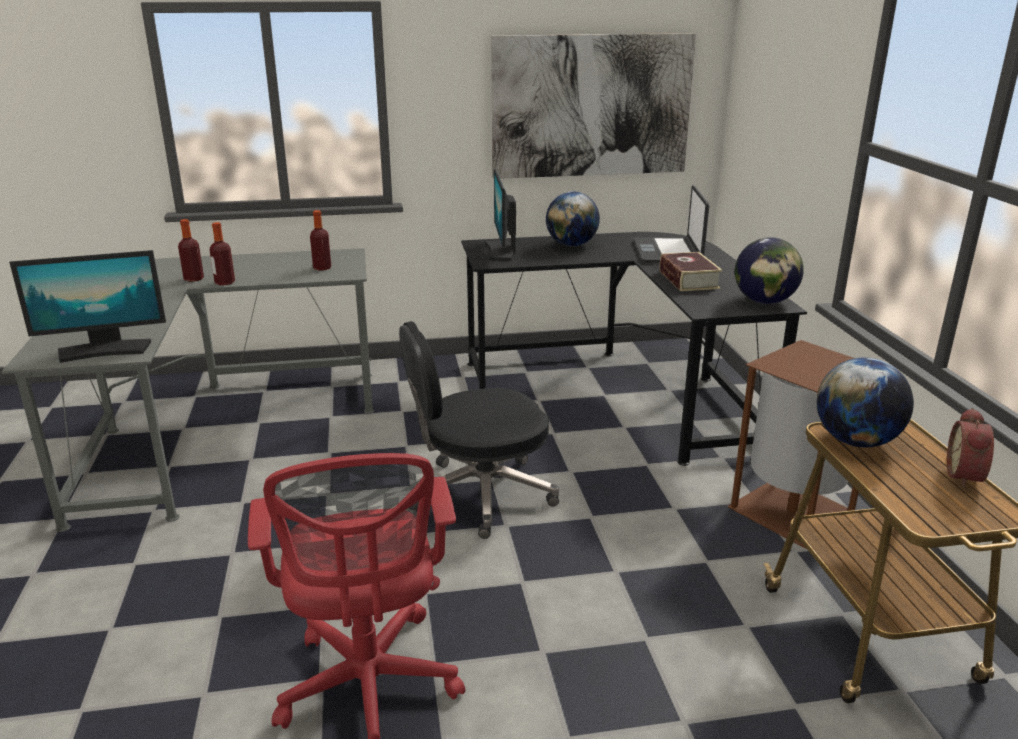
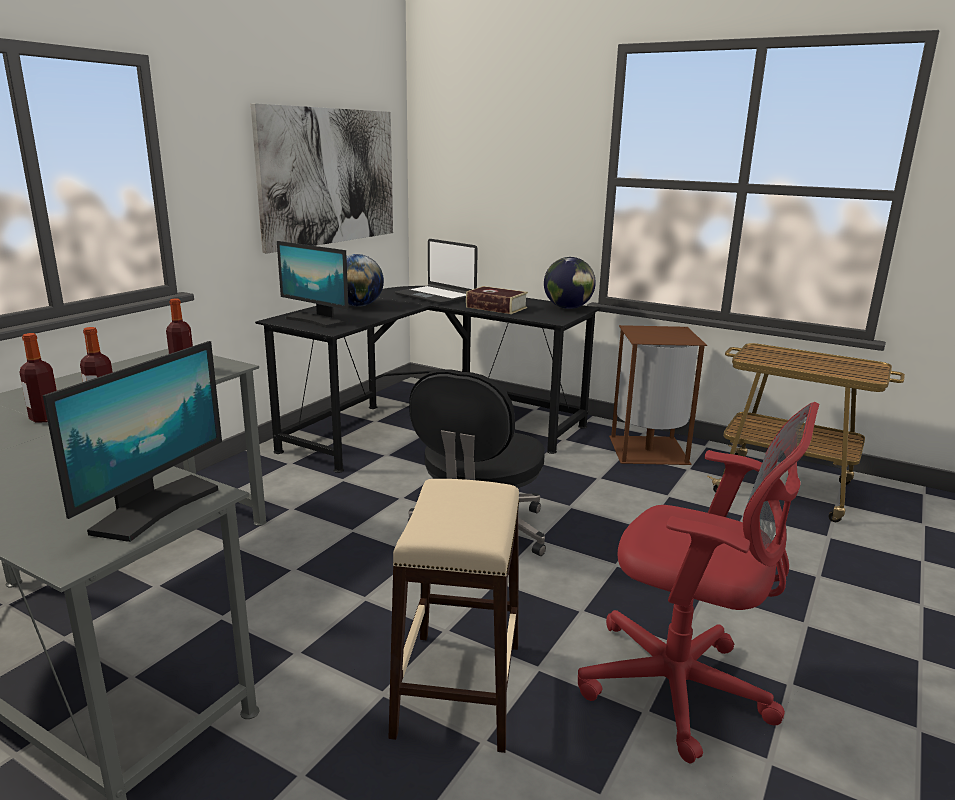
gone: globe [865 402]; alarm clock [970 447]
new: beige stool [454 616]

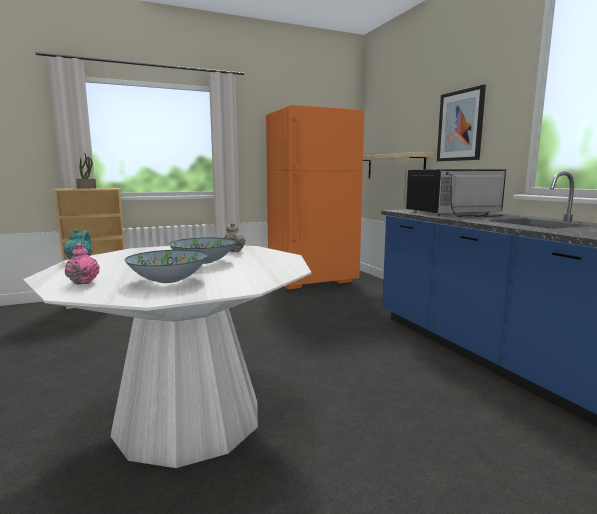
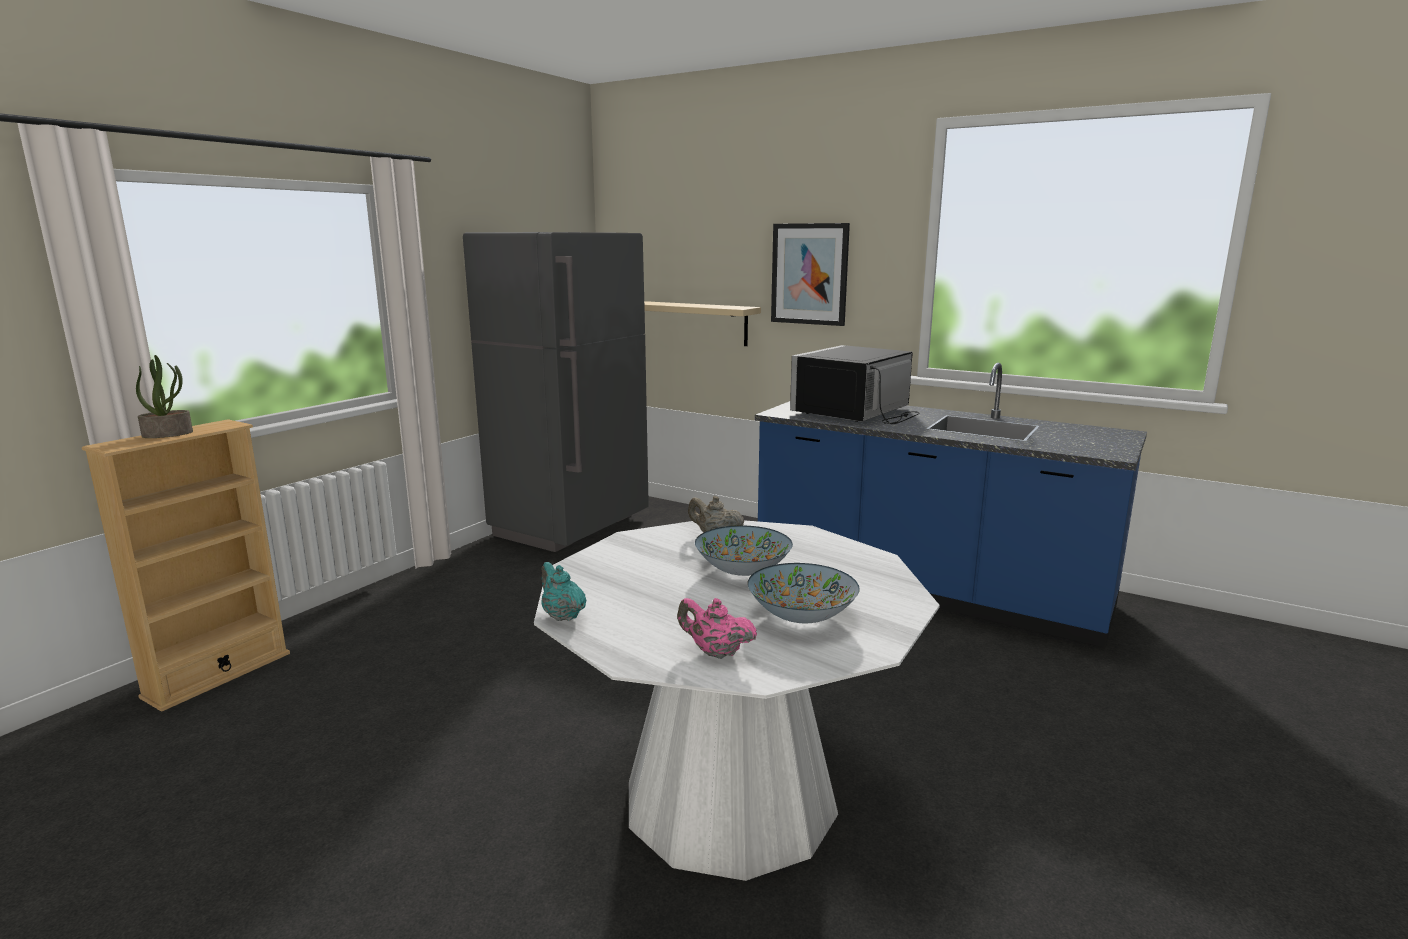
repainted: orange fridge [315 197] to grey fridge [556 392]

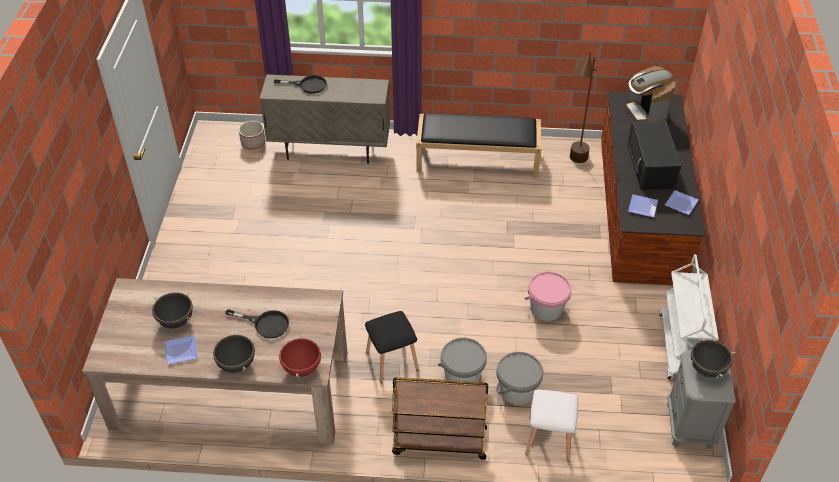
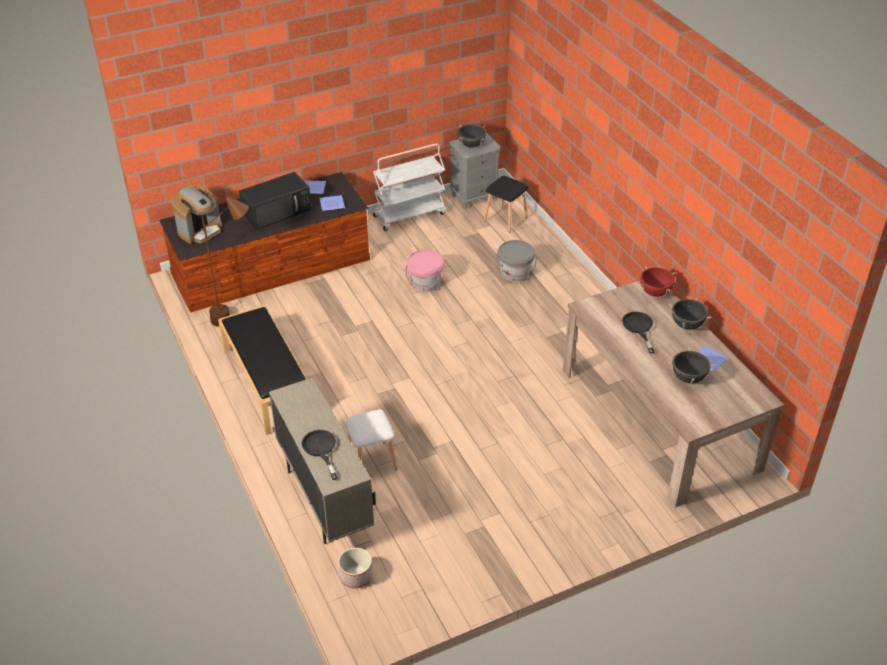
gone: brown cart [440 418]; grey bucket [462 361]
shifted: black stool [392 347] to [506 204]; white stool [551 425] to [371 439]

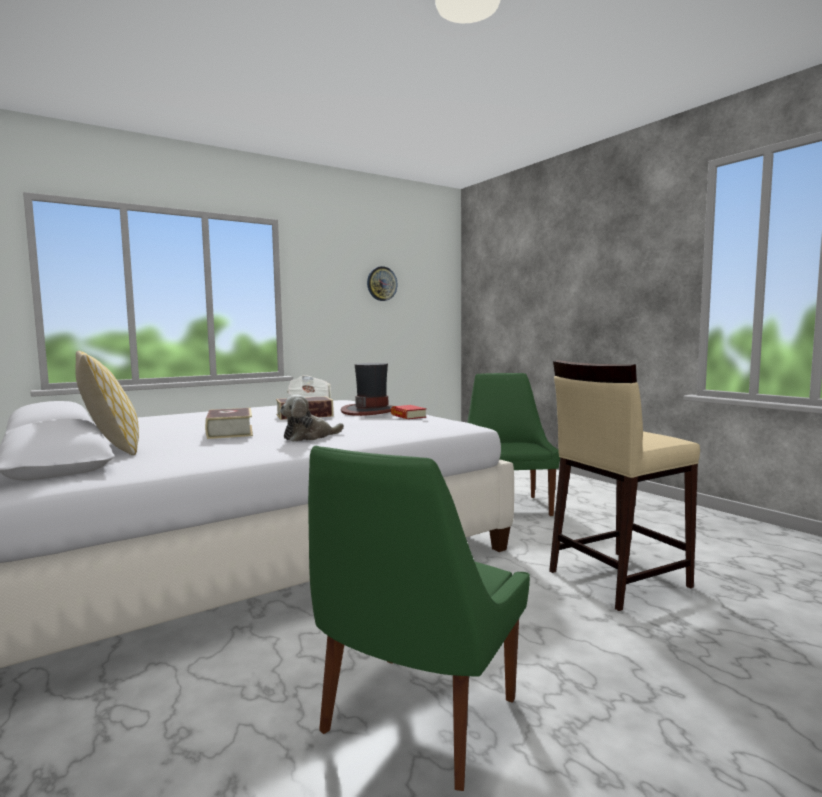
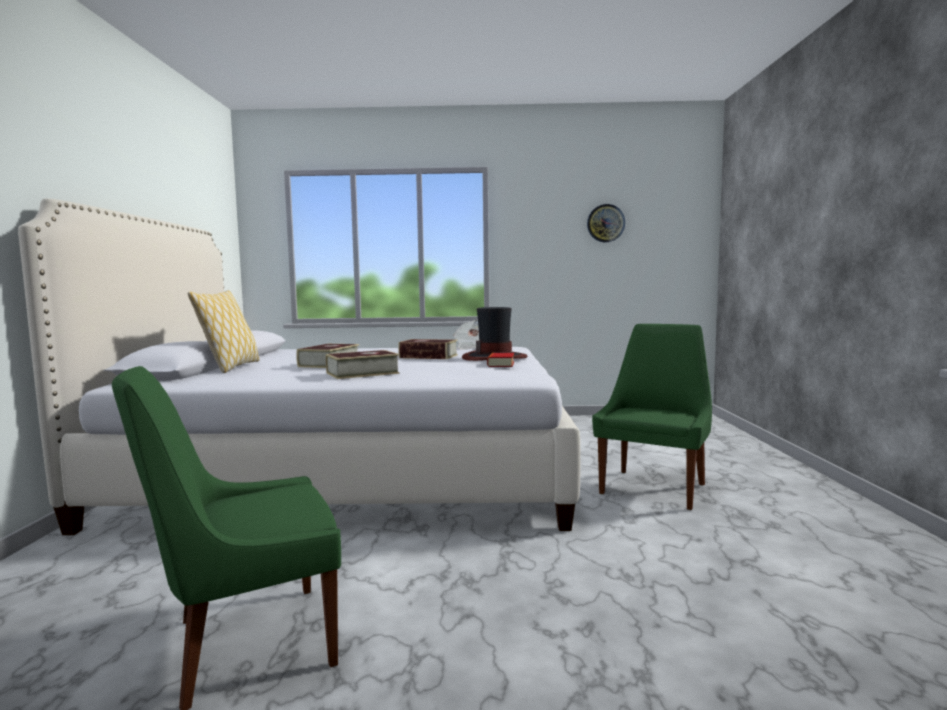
gone: beige stool [624 485]
swapped: plush toy [312 418] to book [363 364]

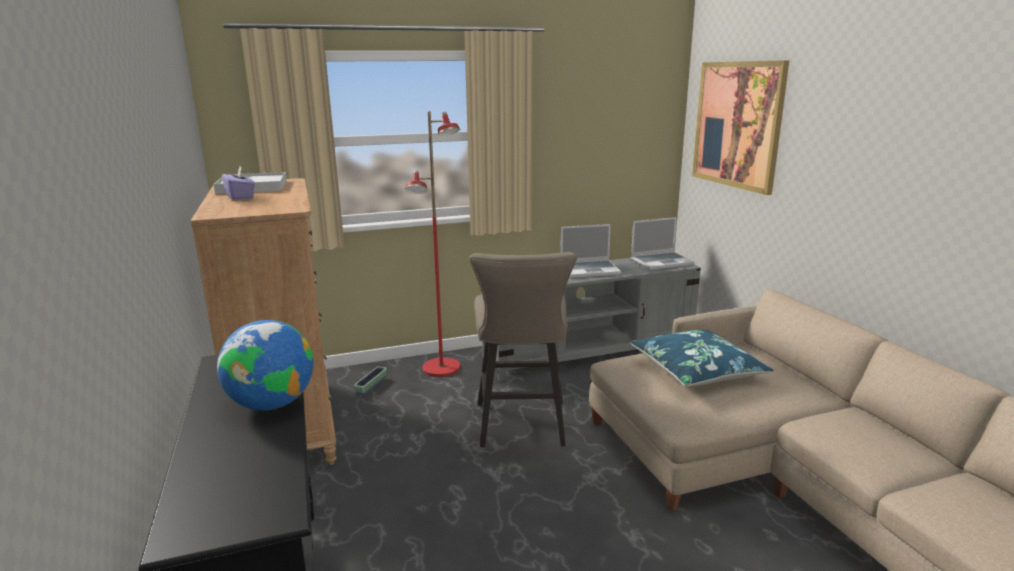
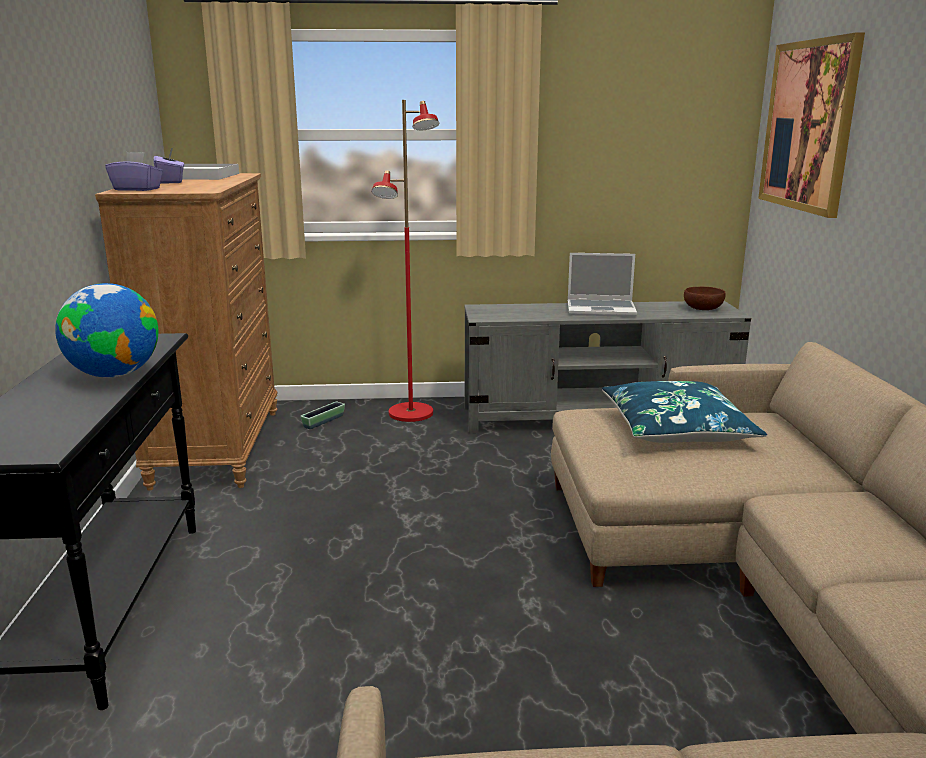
gone: beige stool [523 349]
new: purple tissue box [134 171]
swapped: laptop [663 243] to brown bowl [705 298]

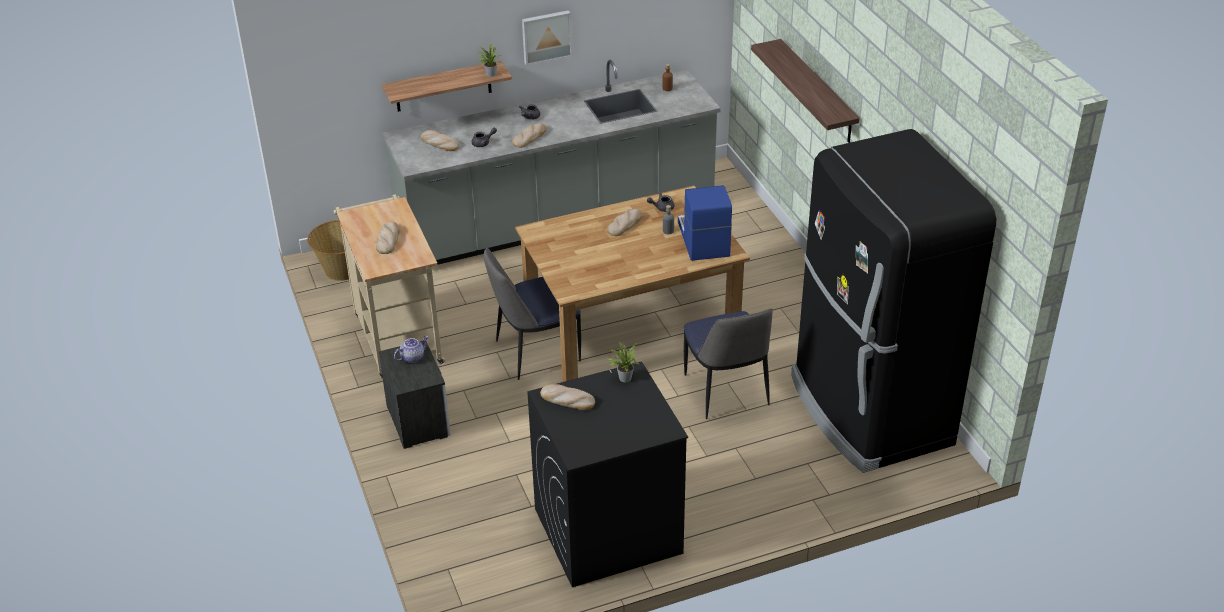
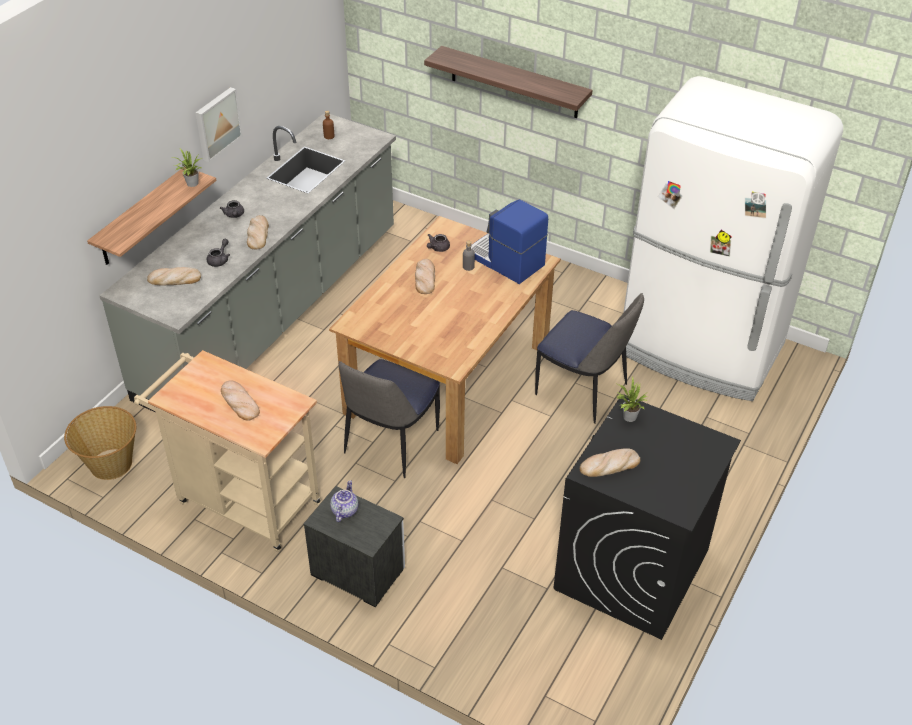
repainted: black fridge [893 301] to white fridge [733 238]

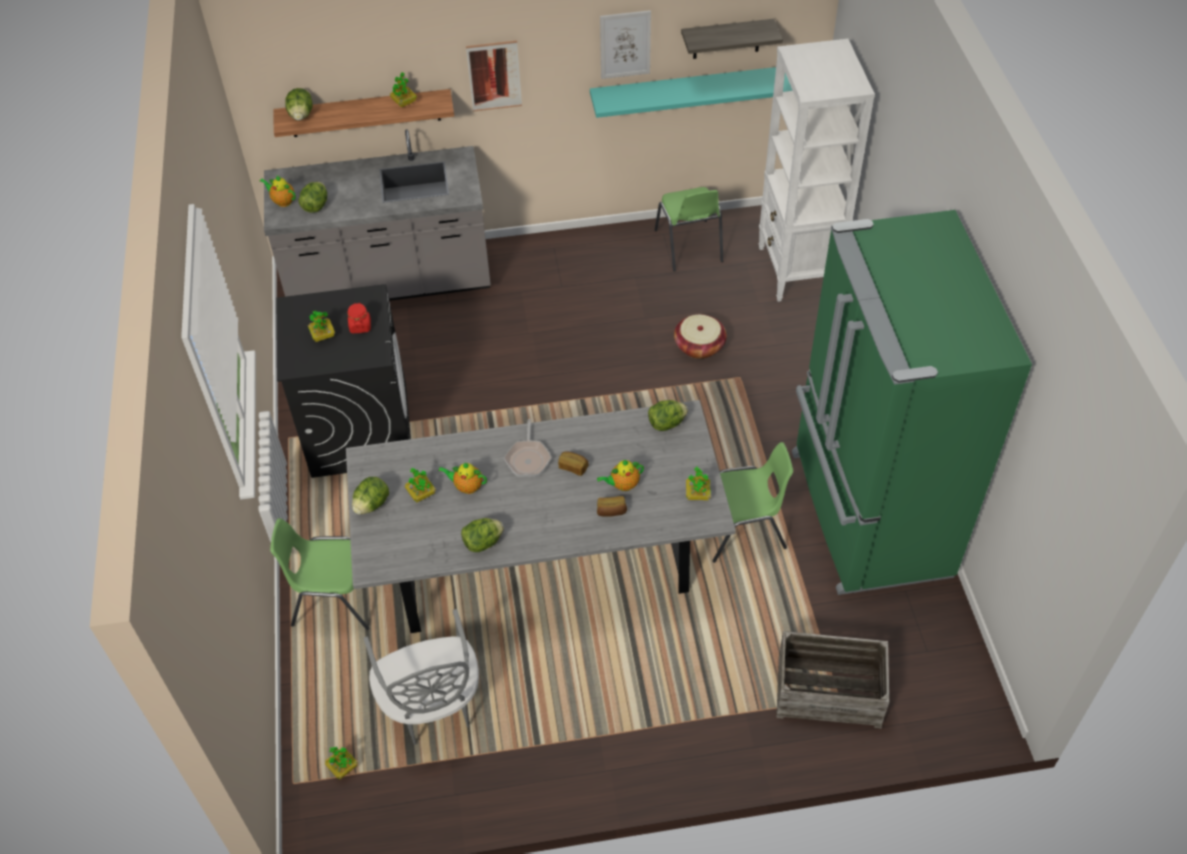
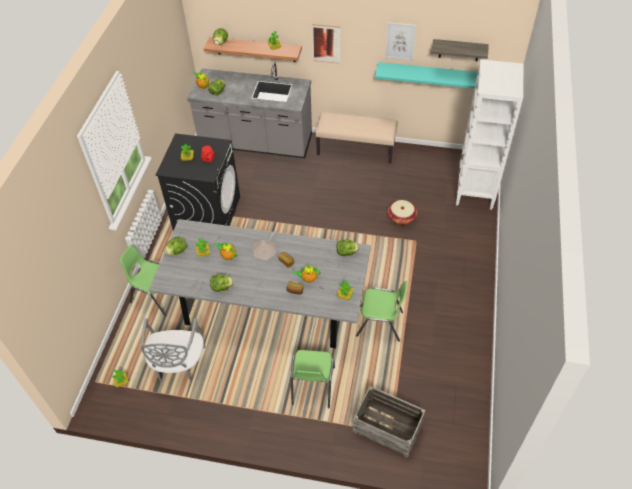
gone: green fridge [912 402]
new: beige bench [356 138]
shifted: green chair [689 229] to [313 379]

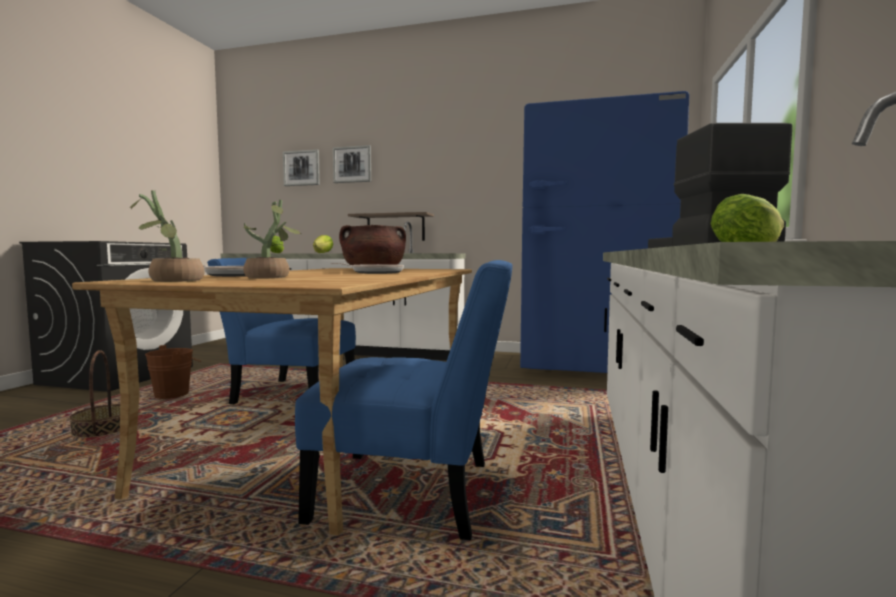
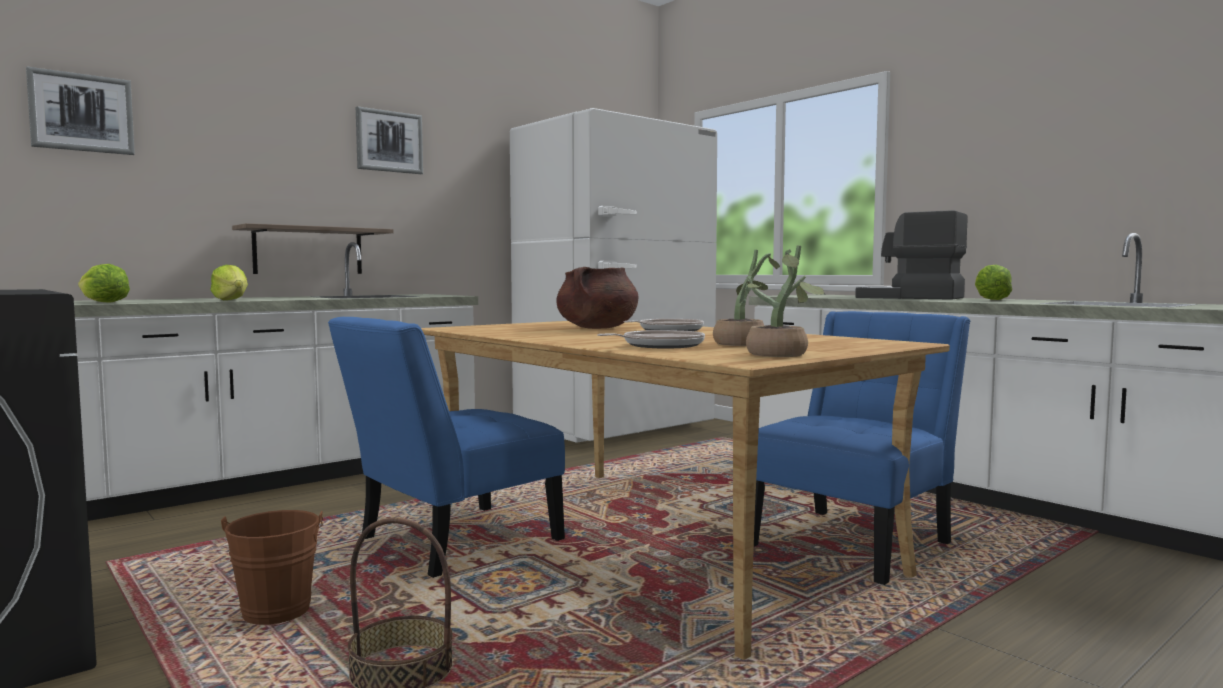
shifted: picture [352 164] to [389 140]
repainted: blue fridge [605 232] to white fridge [613 275]

